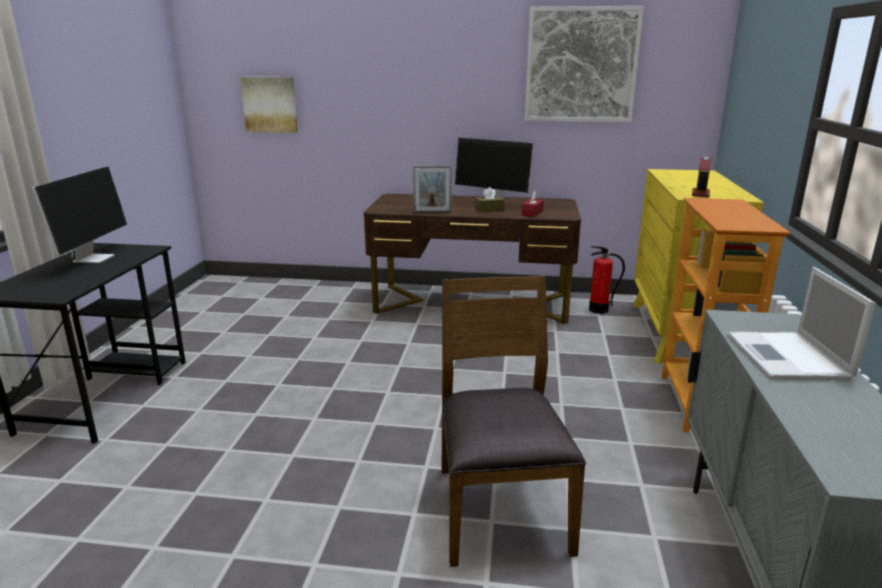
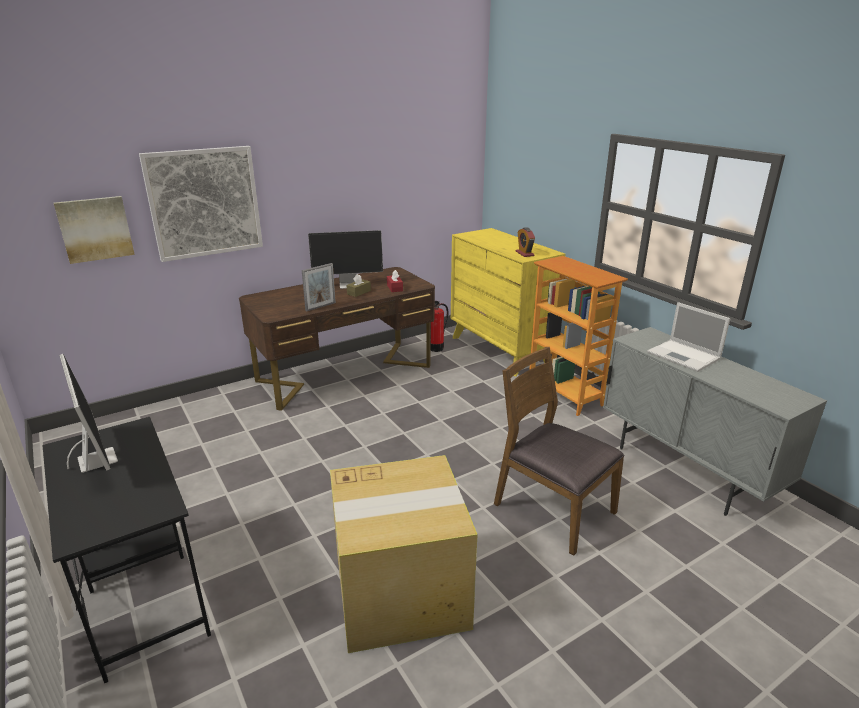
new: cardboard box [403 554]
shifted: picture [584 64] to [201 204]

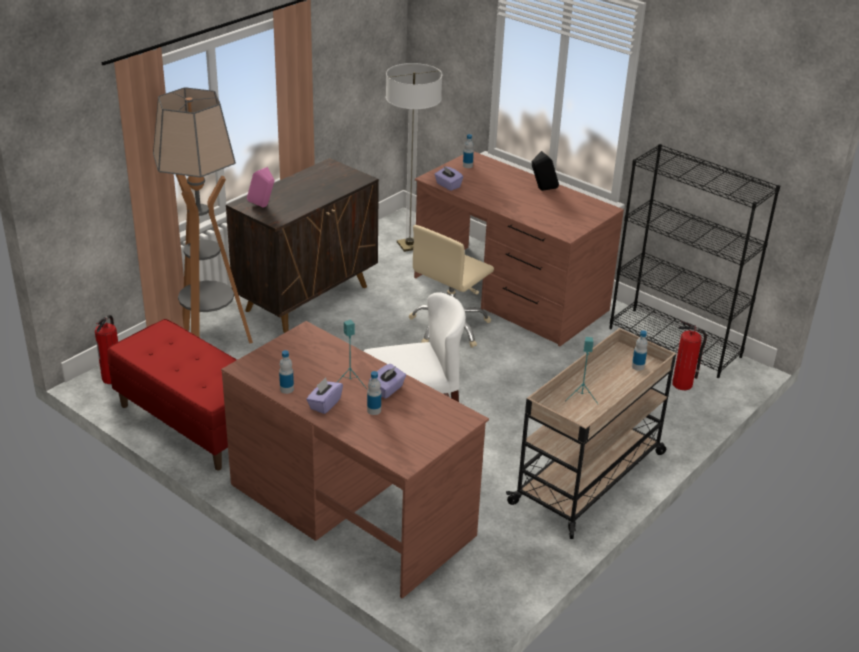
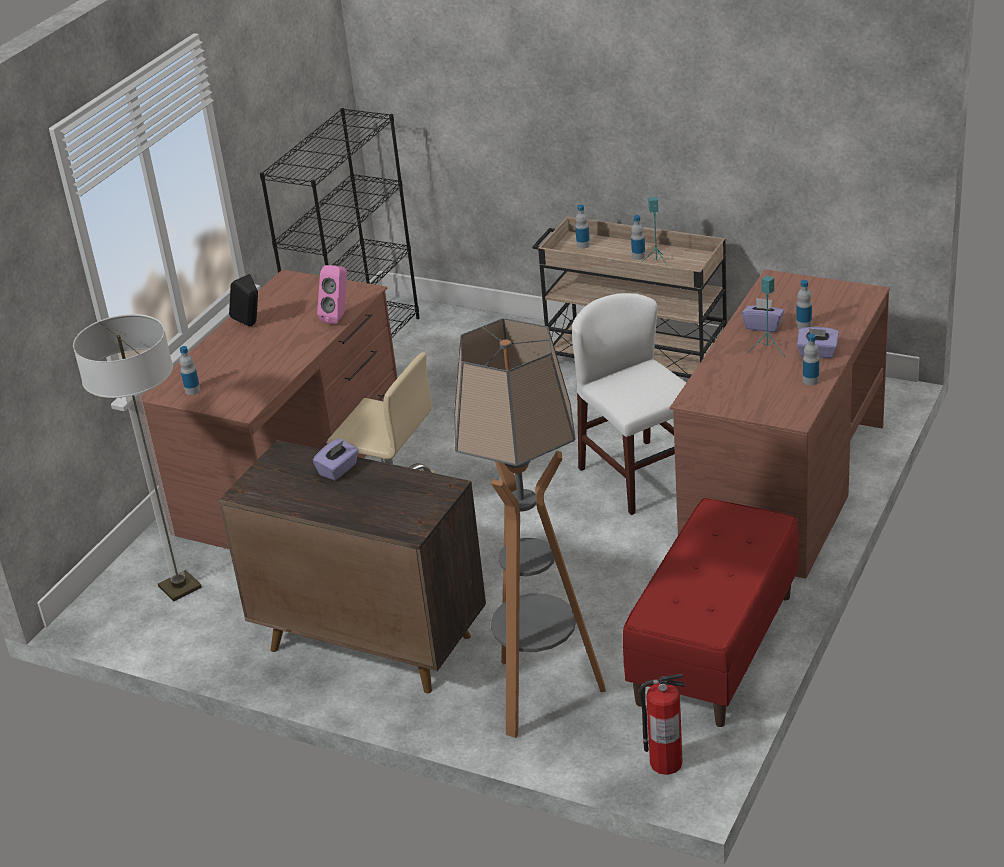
gone: fire extinguisher [689 355]
new: bottle [638 237]
shifted: pink speaker [260 187] to [332 294]; purple tissue box [448 179] to [336 459]

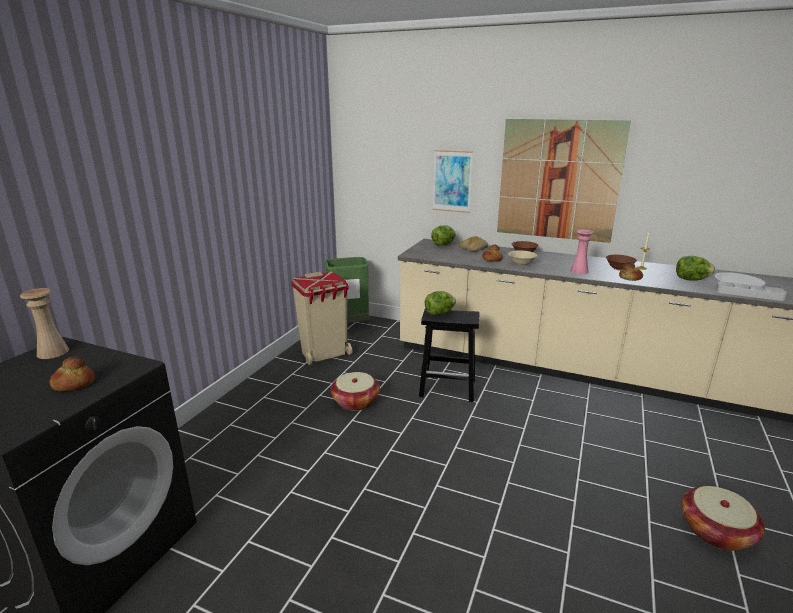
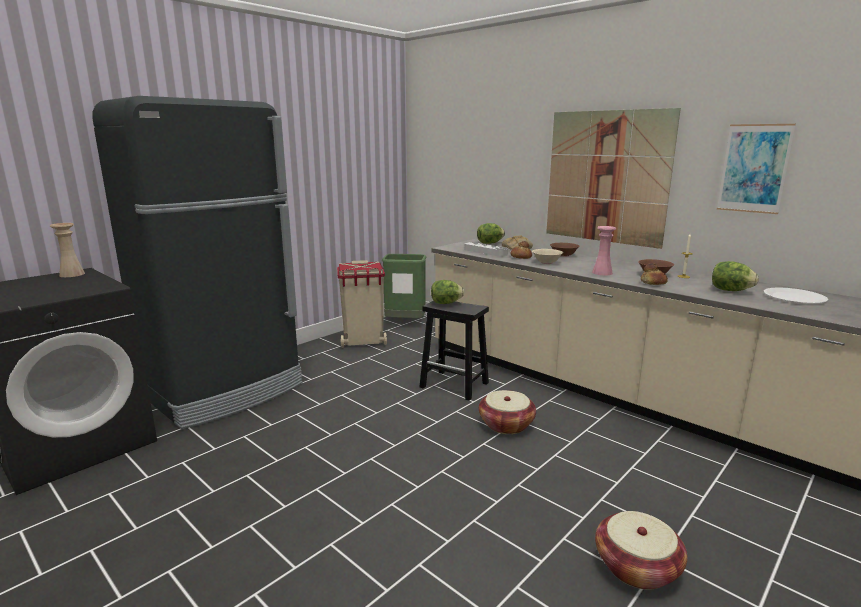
gone: bread [72 373]
new: black fridge [197 262]
shifted: basket [355 391] to [507 412]; picture [453 181] to [756 169]; grey tray [751 291] to [486 249]

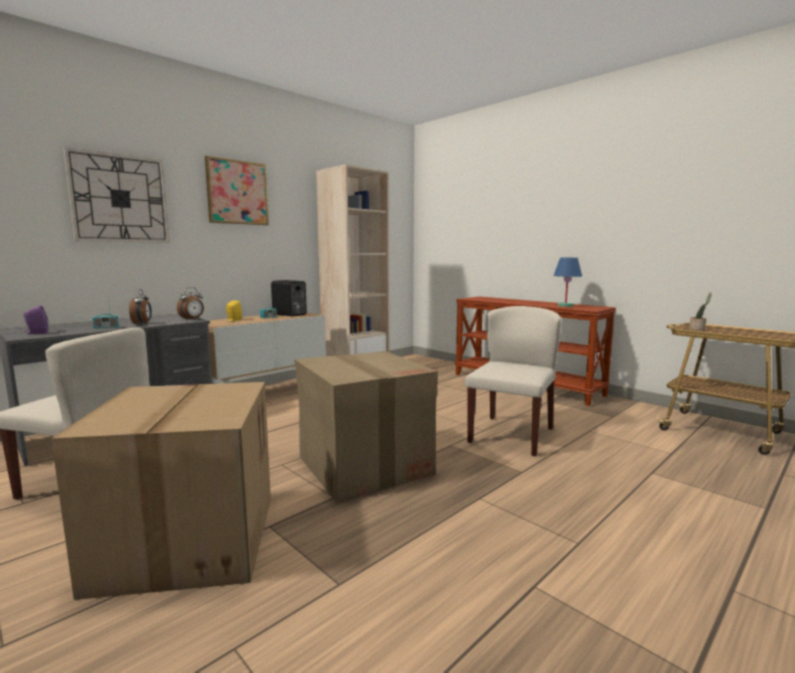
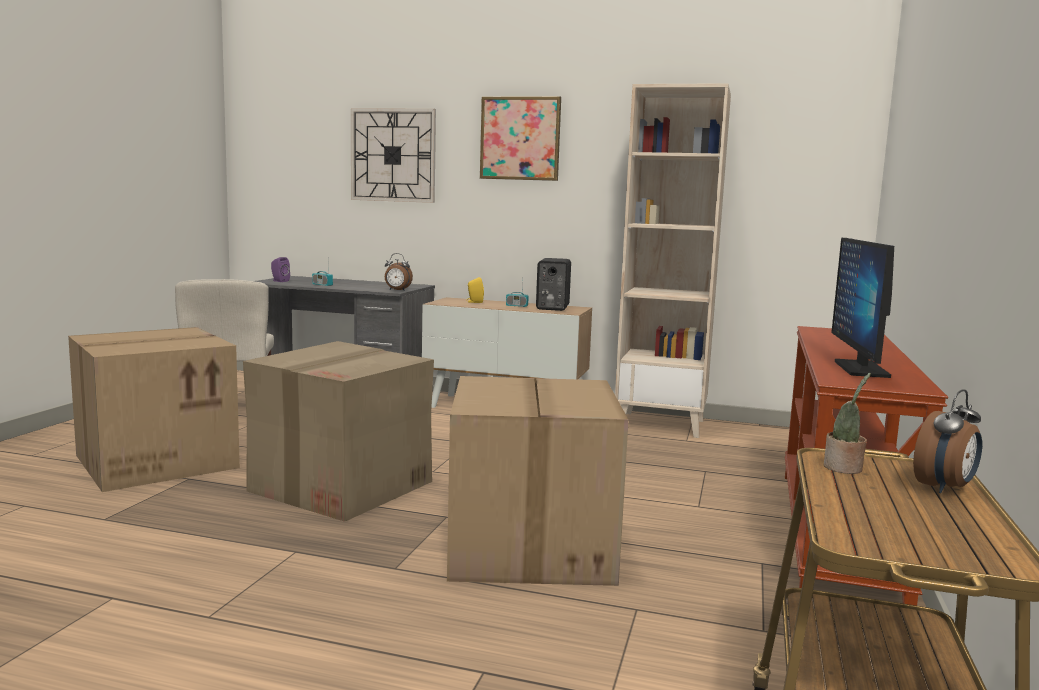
shifted: alarm clock [140 307] to [947 441]
swapped: beige chair [513 381] to cardboard box [538 481]; blue table lamp [568 282] to monitor [862 308]

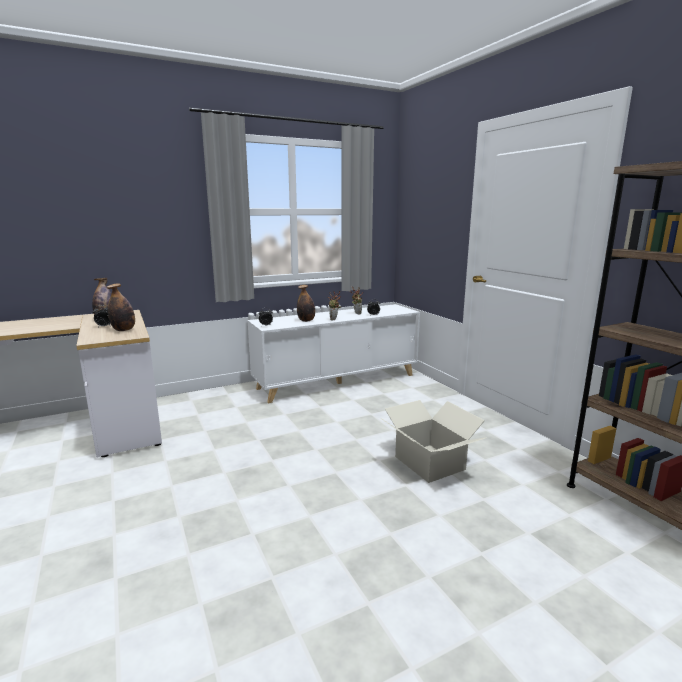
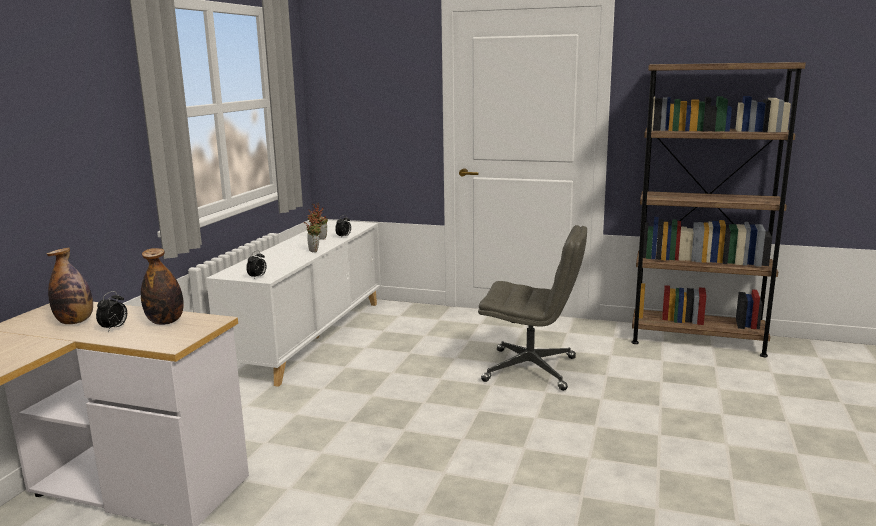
gone: bottle [306 303]
swapped: cardboard box [433 441] to grey office chair [532 308]

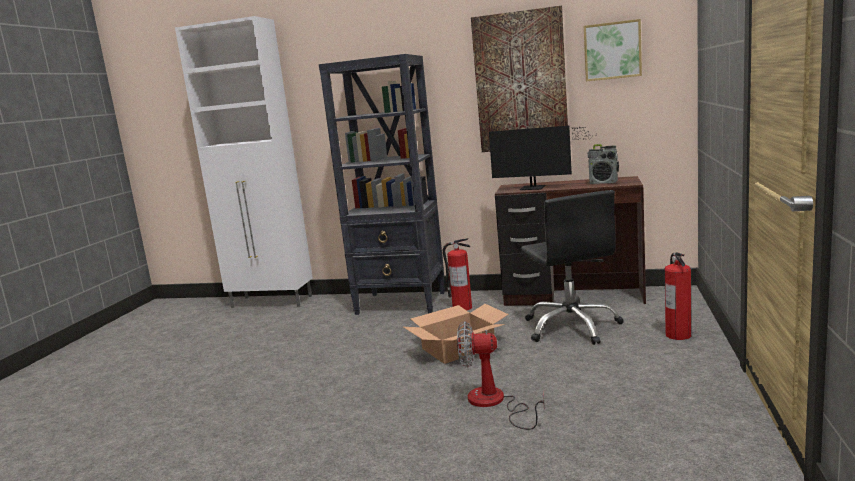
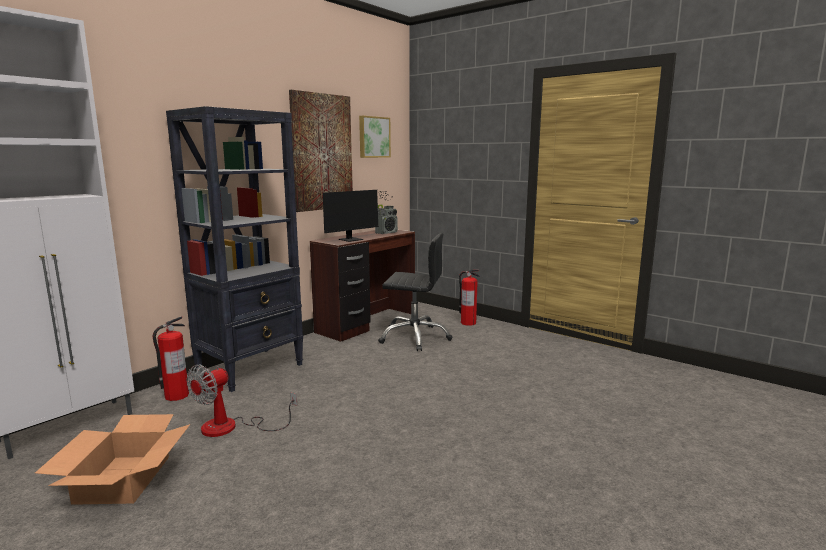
shifted: cardboard box [456 334] to [112 459]; fire extinguisher [457 274] to [170 358]; fan [501 375] to [242 400]

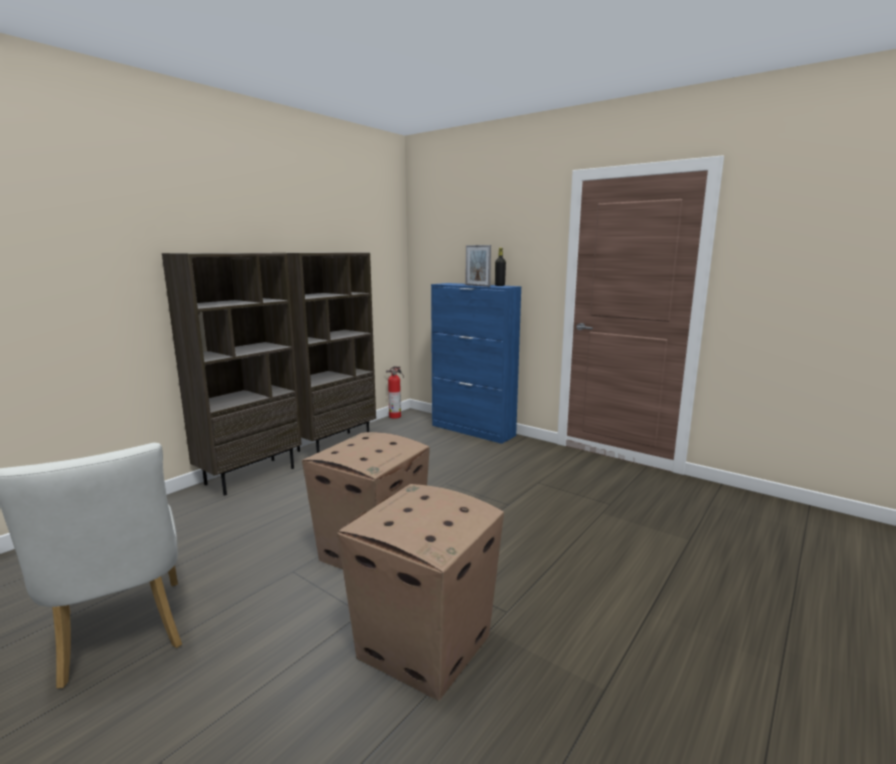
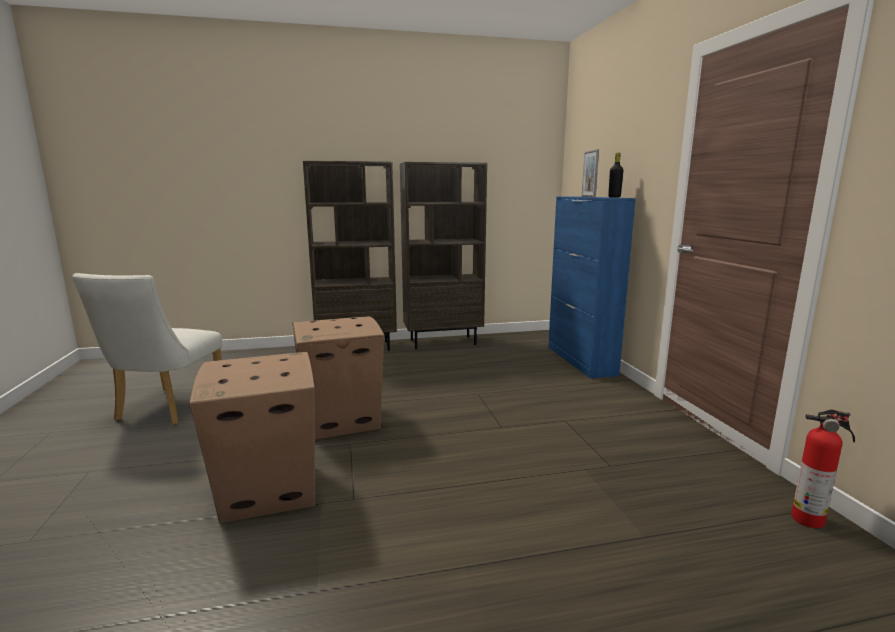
shifted: fire extinguisher [395 392] to [823 469]

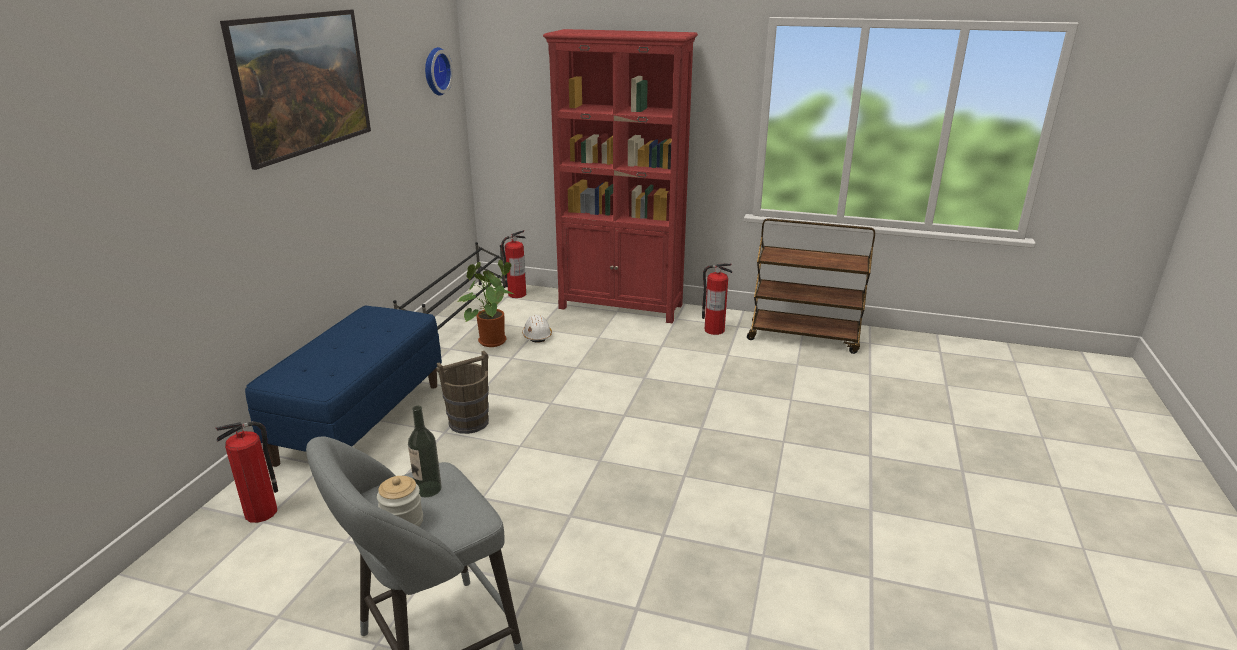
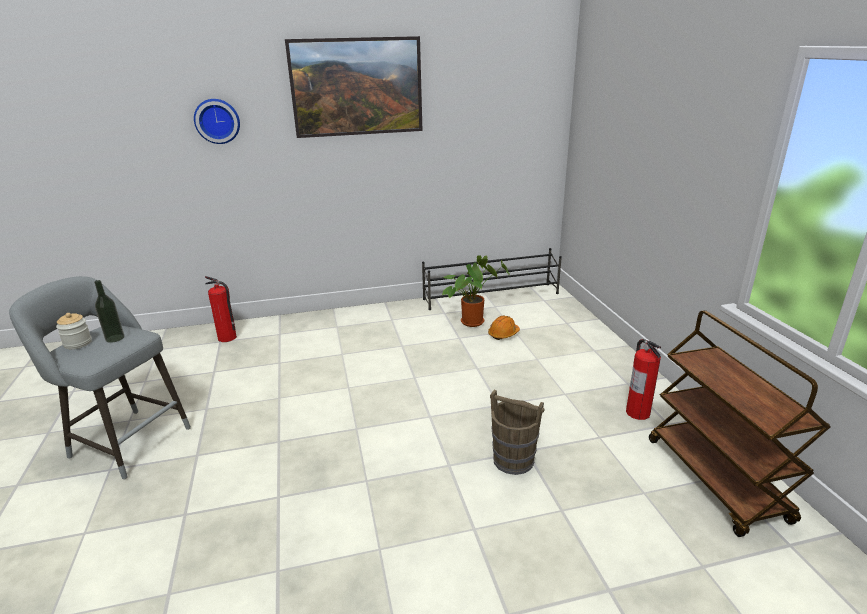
gone: blue bench [343 386]; fire extinguisher [513 264]; red bookcase [620 176]
shifted: wall clock [439 71] to [217 121]; brown bucket [462 392] to [517 432]
repainted: white hard hat [537 328] to orange hard hat [504 328]

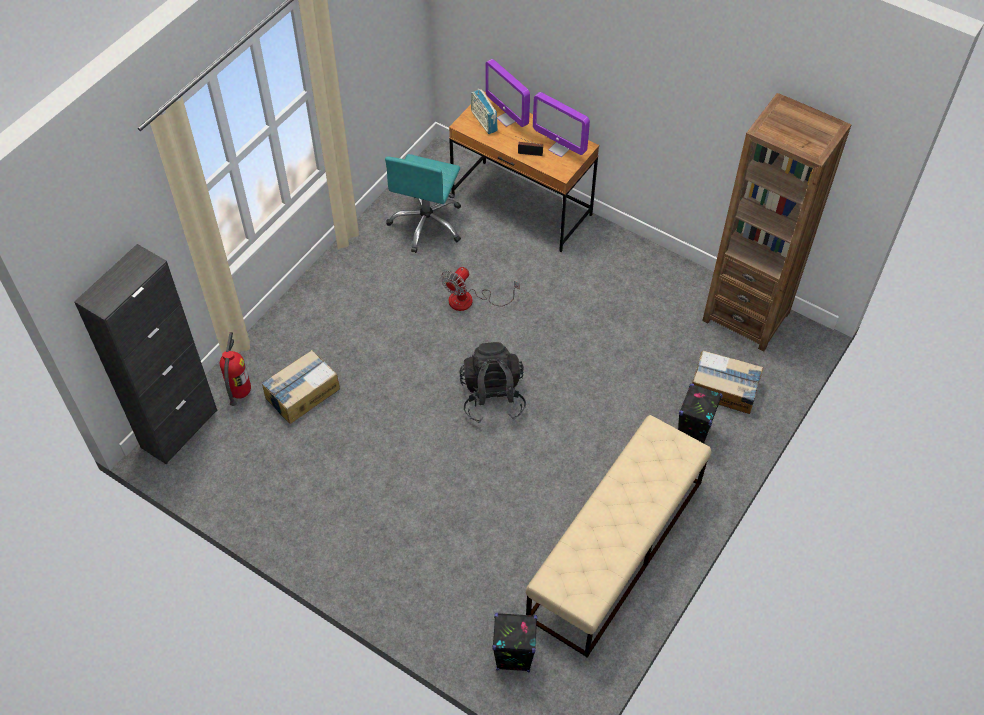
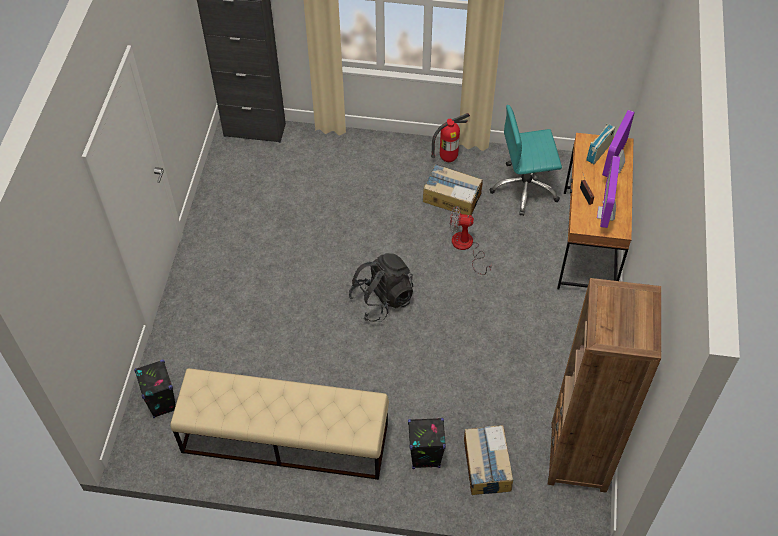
shifted: fire extinguisher [235 369] to [450 137]; cardboard box [301 387] to [453 189]

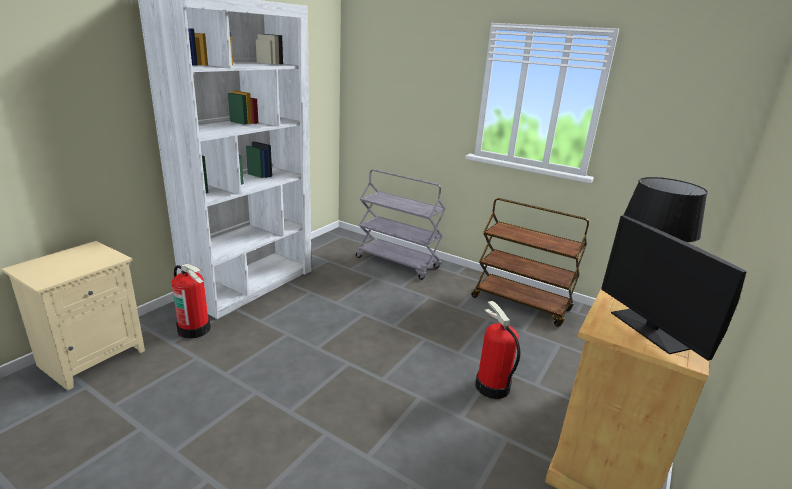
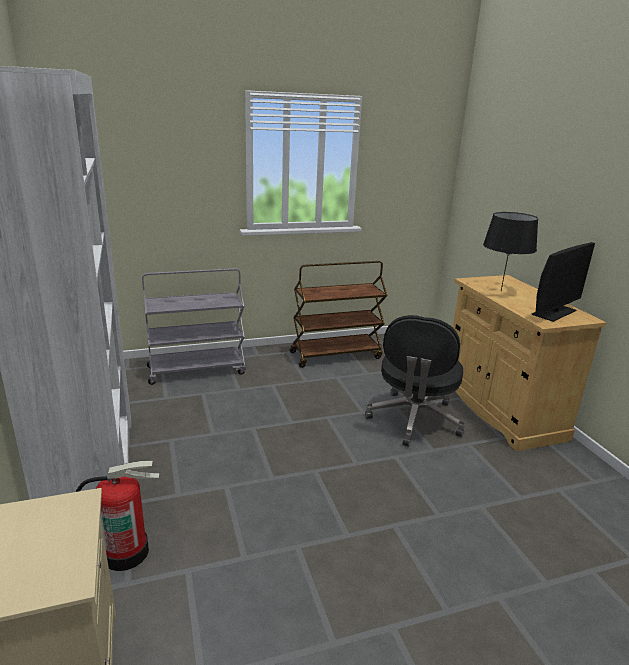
swapped: fire extinguisher [497 350] to black office chair [414 381]
rotated: monitor [674 288] = [563 282] 60 degrees counterclockwise

